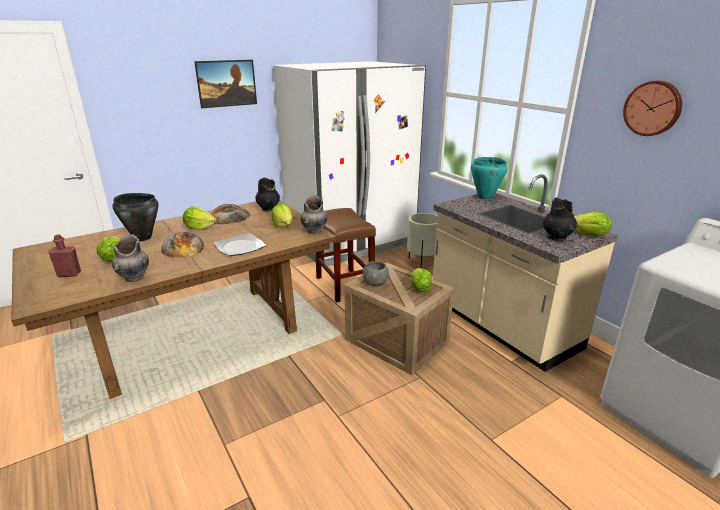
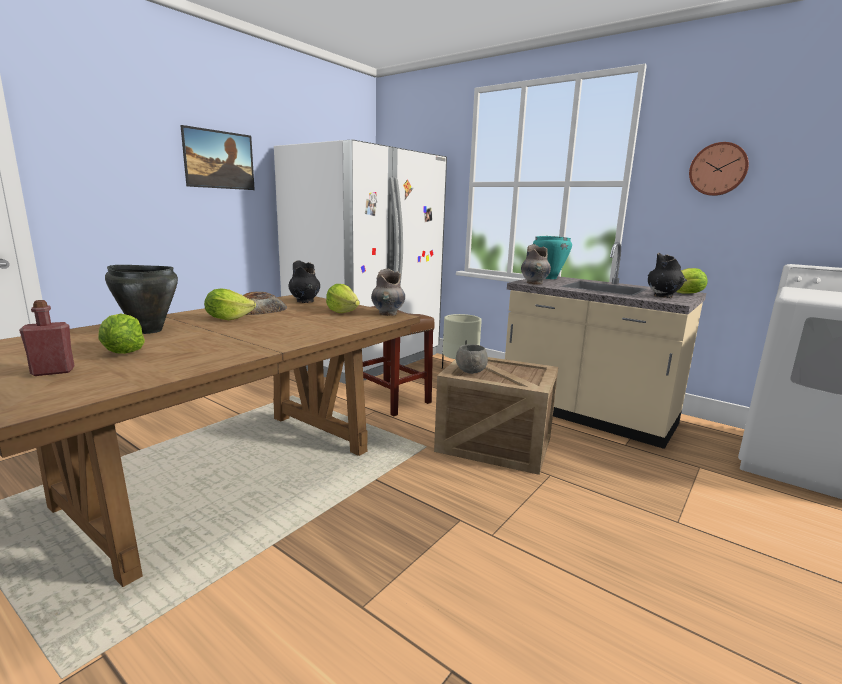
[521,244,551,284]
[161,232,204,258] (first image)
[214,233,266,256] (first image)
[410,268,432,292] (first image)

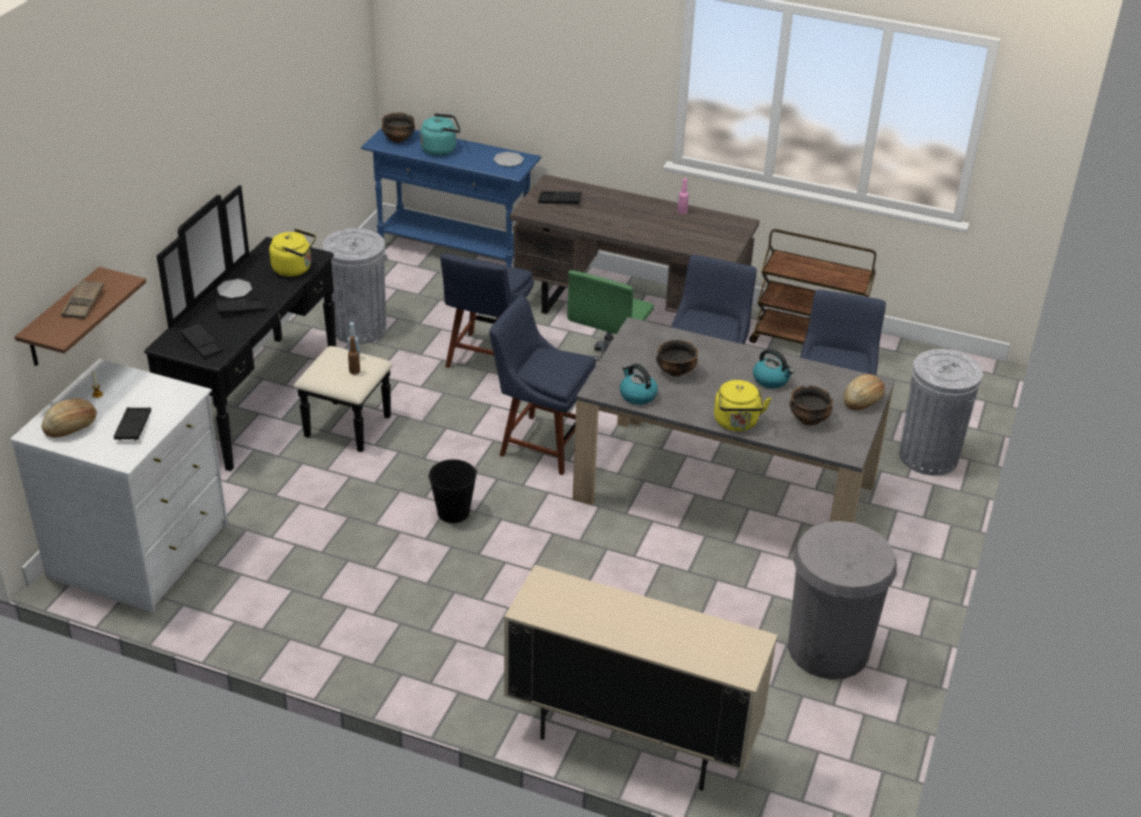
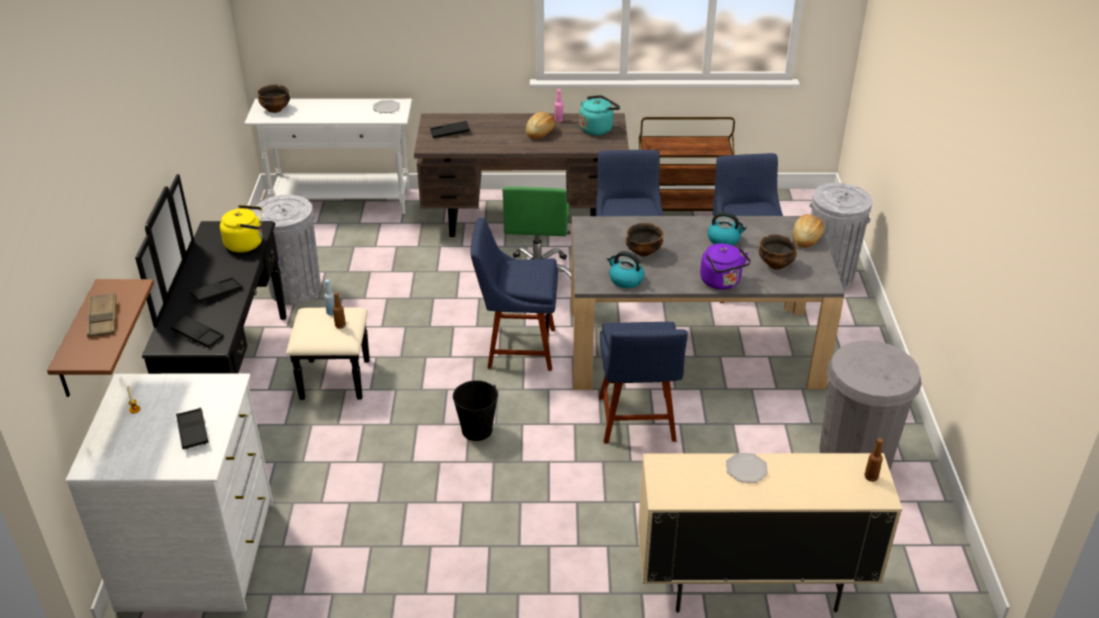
[526,112,555,139]
[726,453,768,483]
[244,99,412,214]
[579,95,620,135]
[599,322,688,444]
[700,244,751,290]
[864,438,883,482]

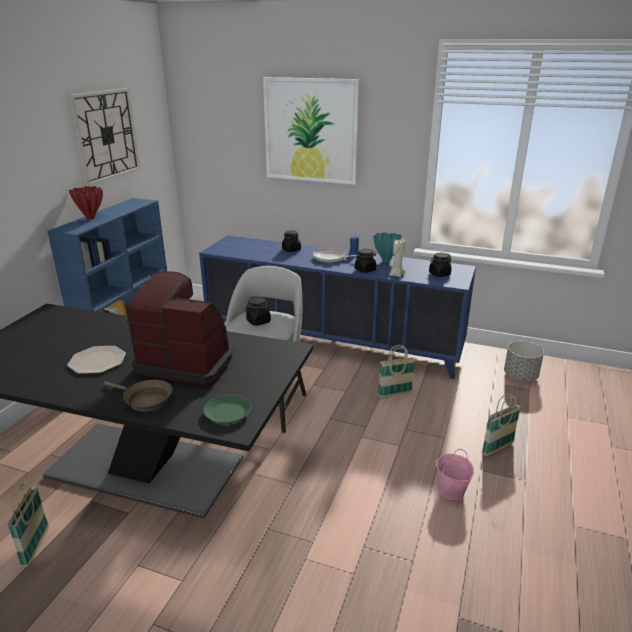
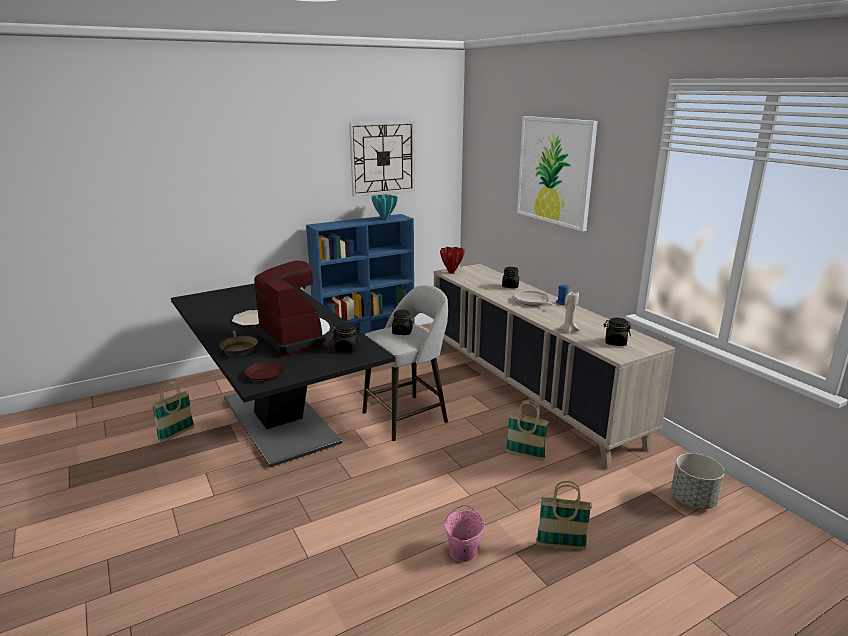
[440,247,465,274]
[433,264,675,469]
[245,362,285,381]
[333,323,360,352]
[372,194,398,220]

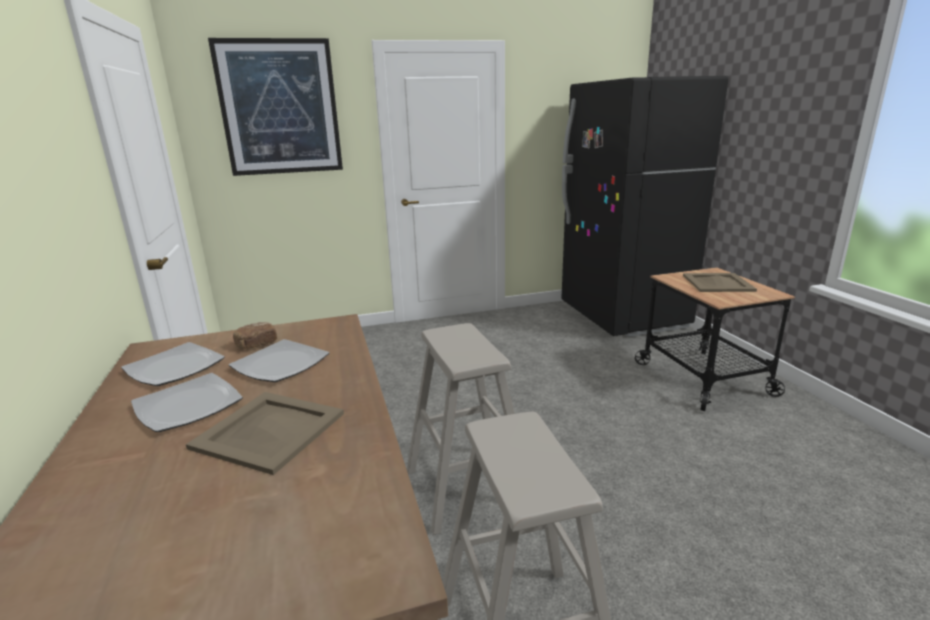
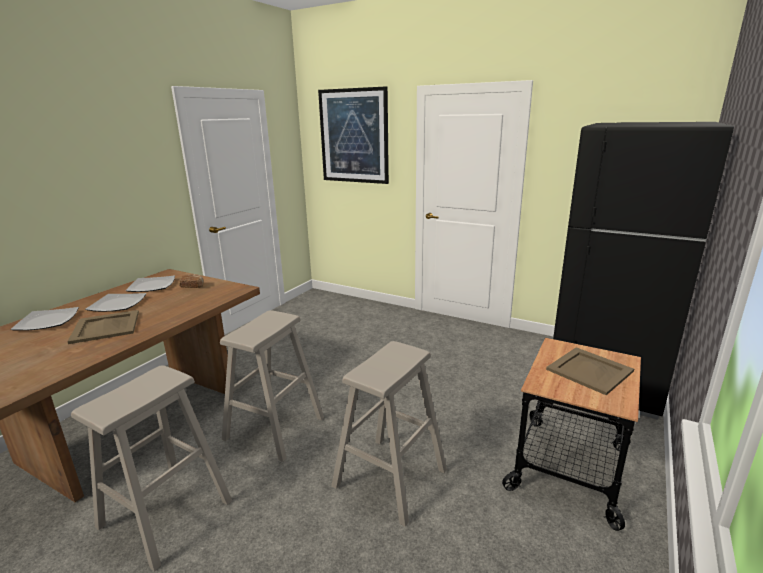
[11,307,79,331]
[331,341,447,527]

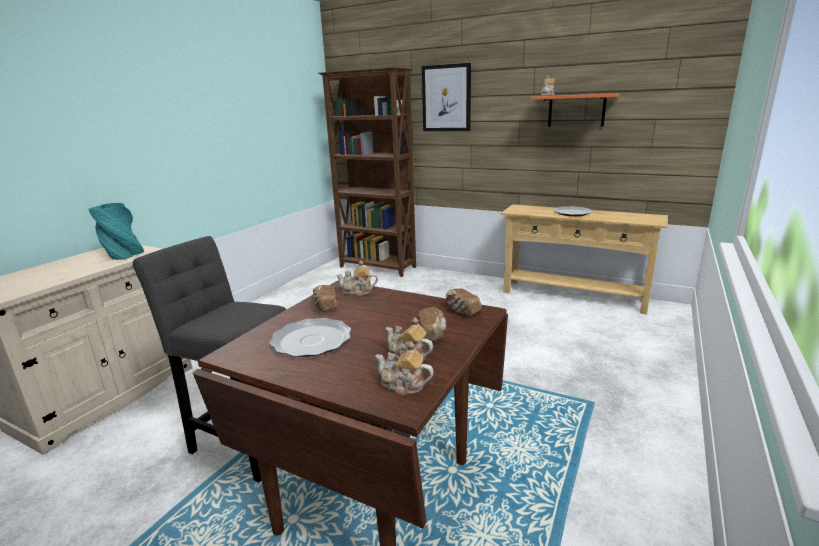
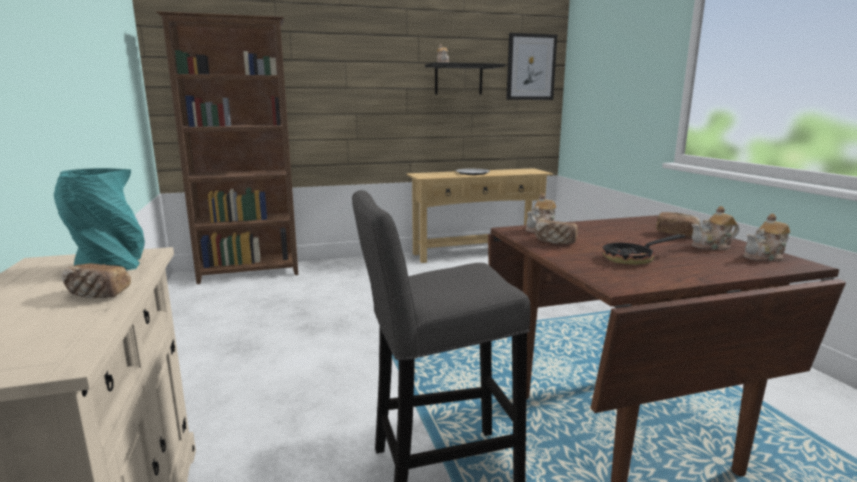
[603,232,686,265]
[506,33,557,100]
[62,263,131,298]
[425,62,505,95]

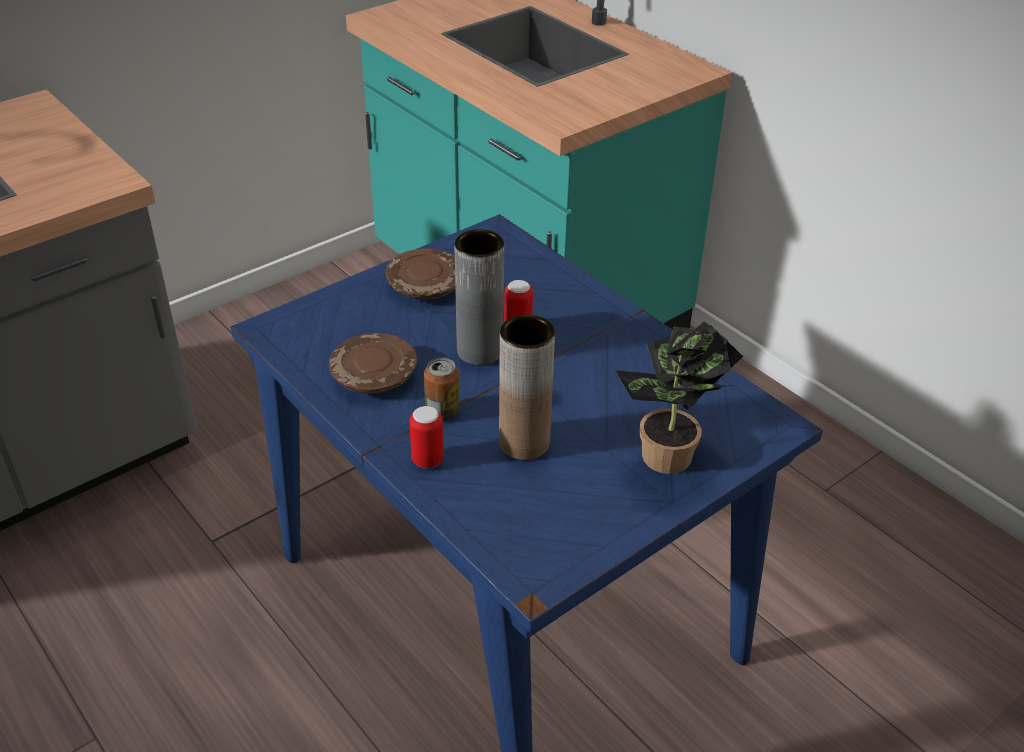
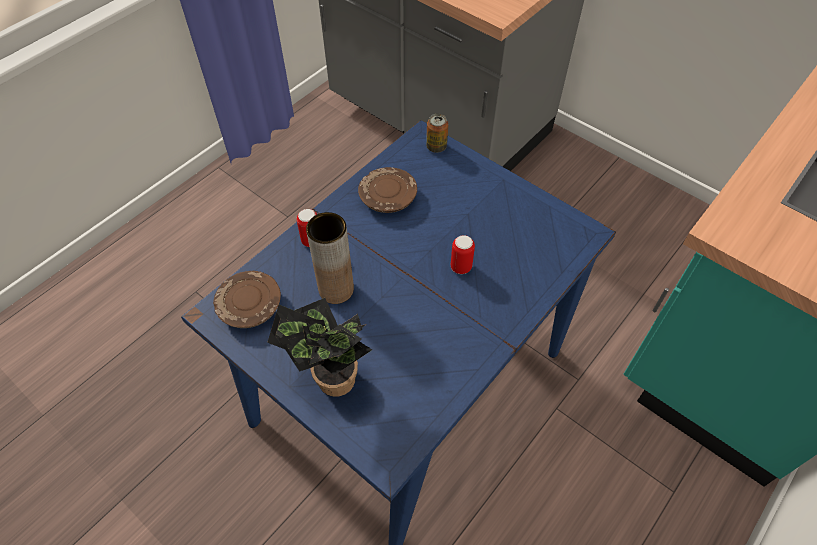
[213,271,281,328]
[426,114,448,153]
[454,229,504,365] (first image)

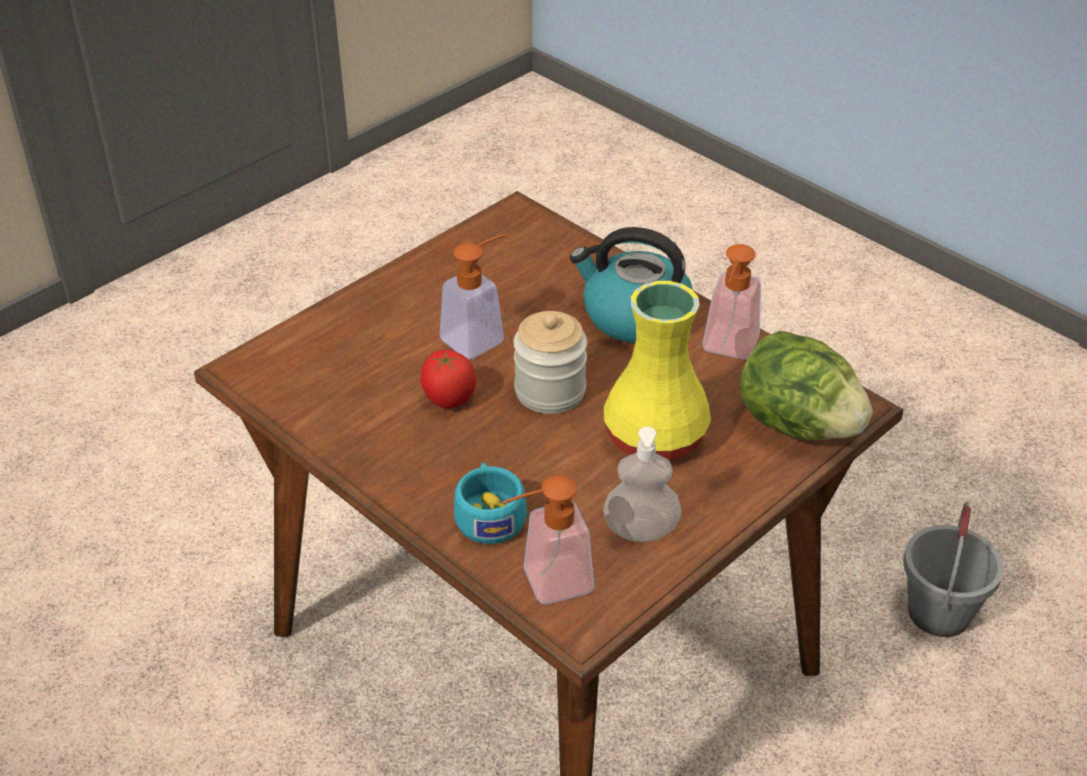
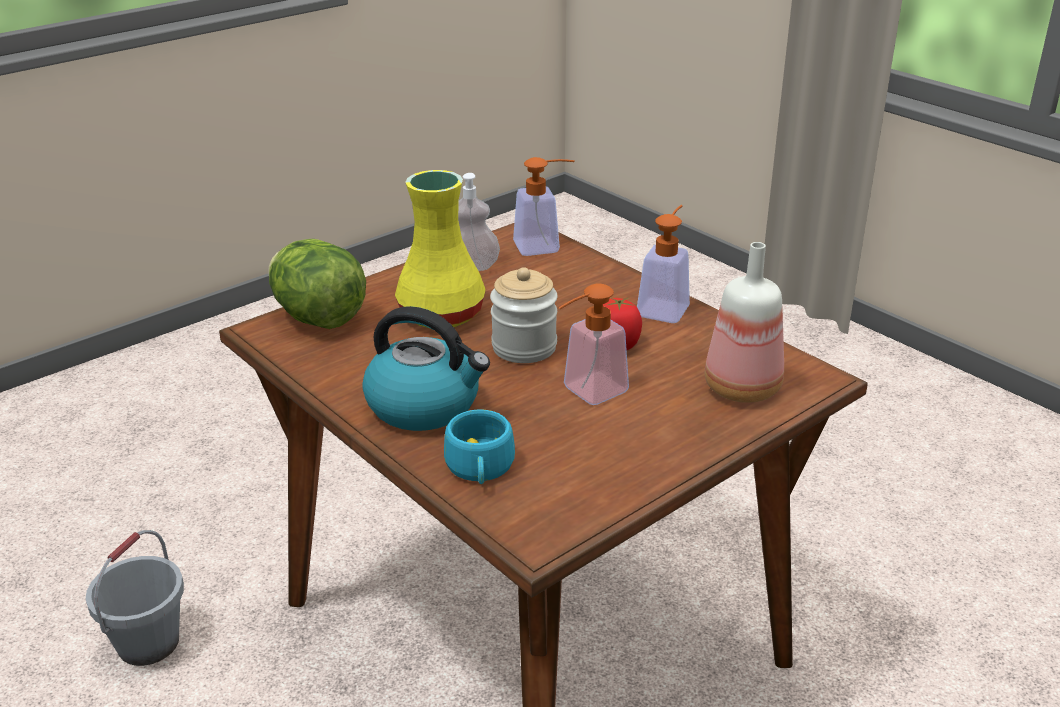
[444,409,515,484]
[637,205,690,323]
[705,242,784,403]

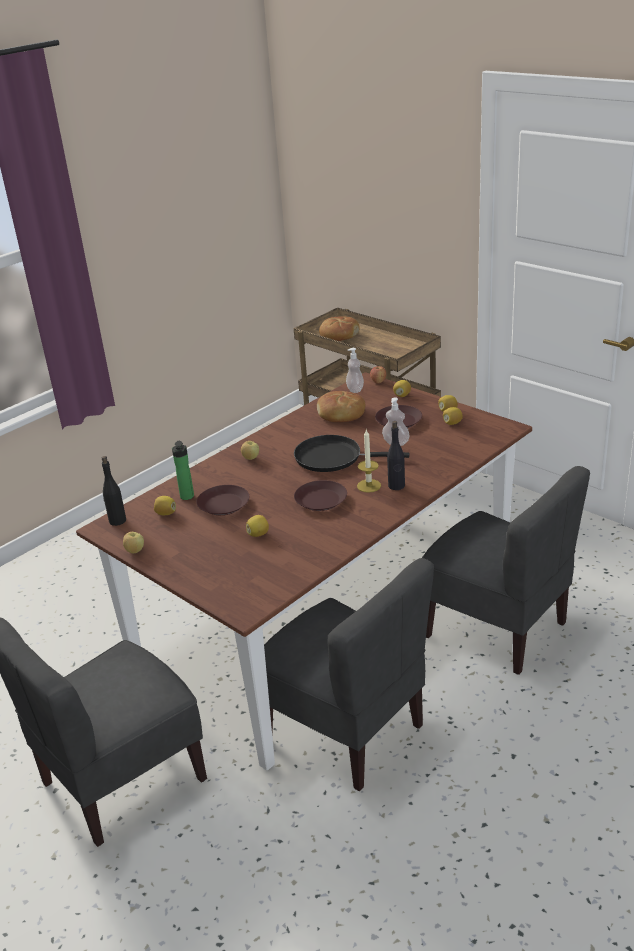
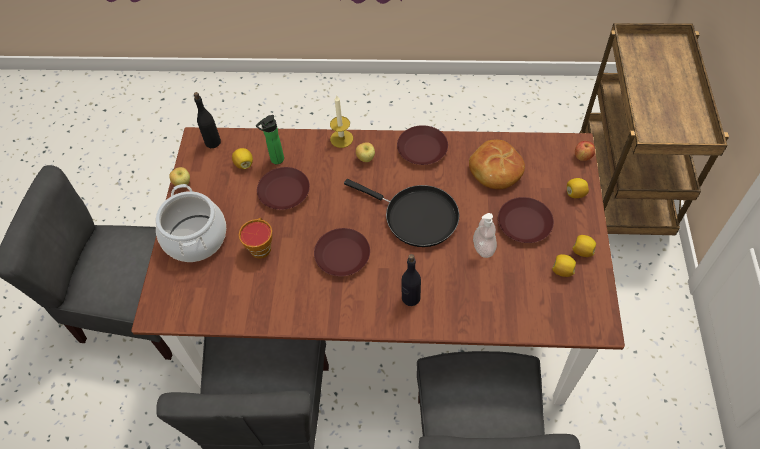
[239,218,272,259]
[344,179,459,247]
[319,316,360,341] (first image)
[346,348,364,393] (first image)
[330,96,353,148]
[156,184,226,262]
[397,125,448,165]

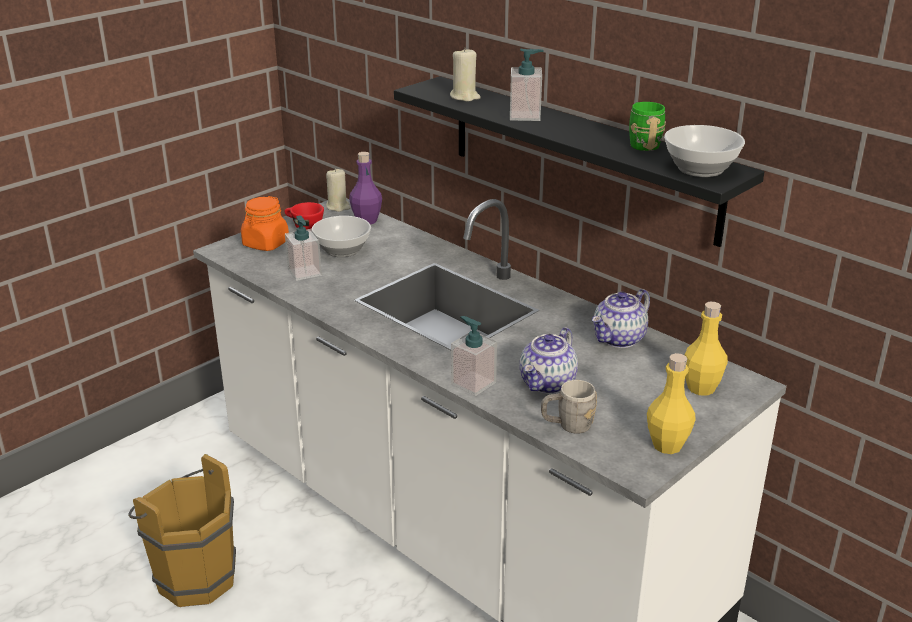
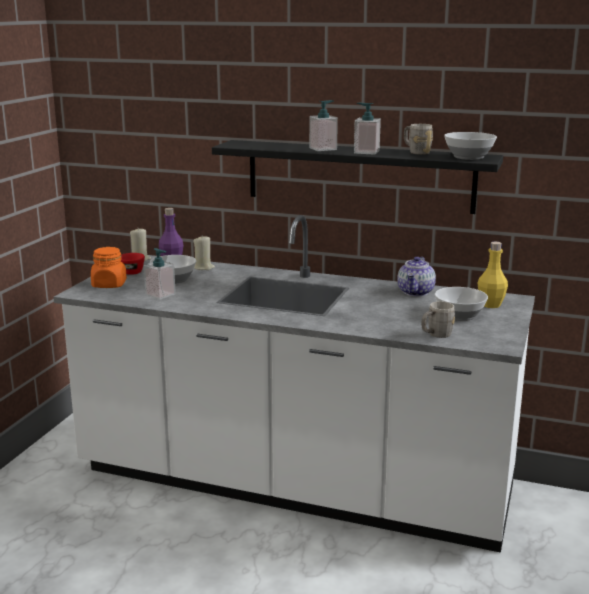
[128,454,236,607] (first image)
[193,236,215,270]
[354,103,381,155]
[520,327,578,394] (first image)
[404,124,433,155]
[647,353,696,454] (first image)
[435,287,488,321]

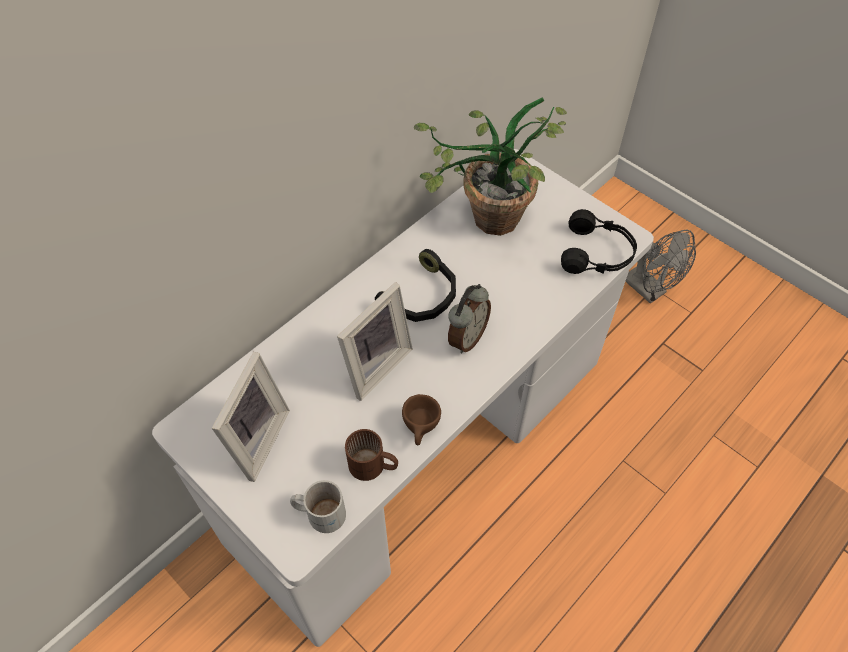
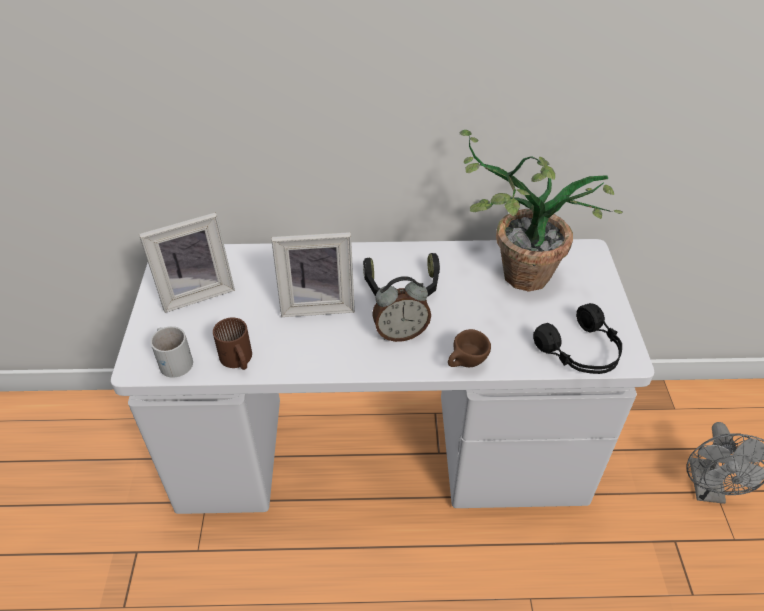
[448,329,491,367]

